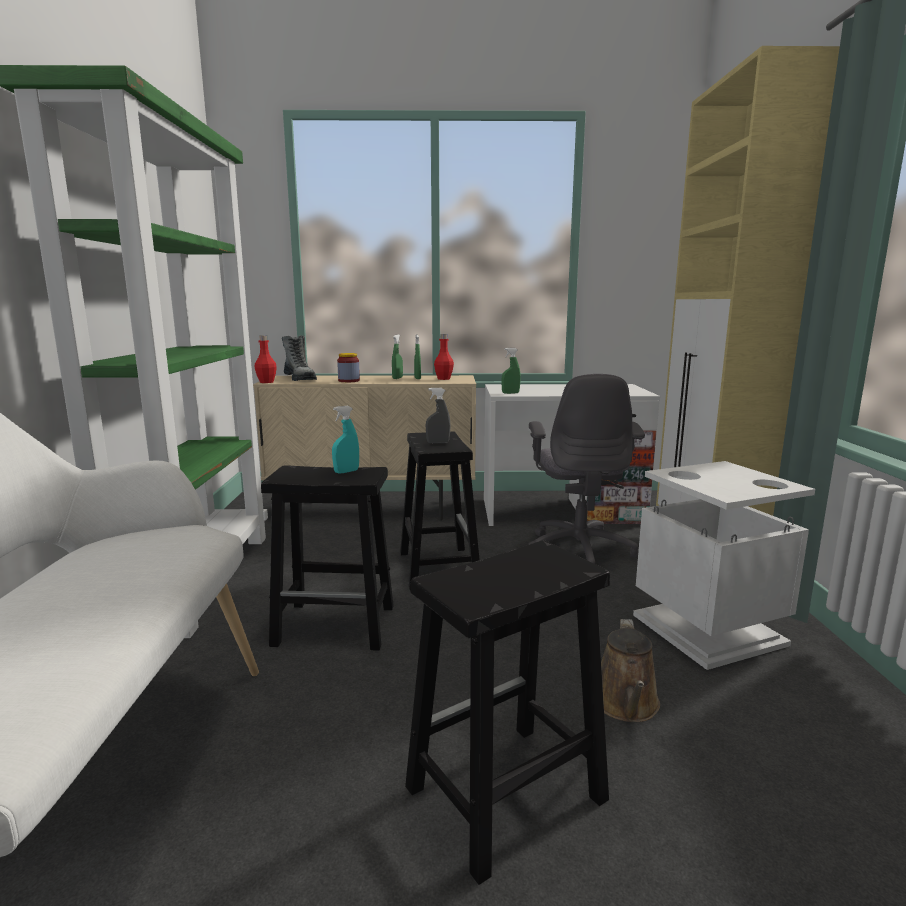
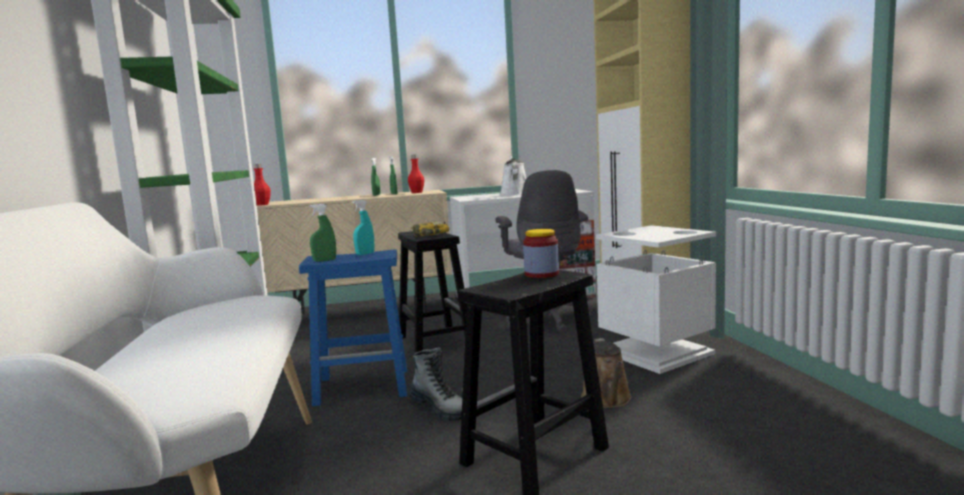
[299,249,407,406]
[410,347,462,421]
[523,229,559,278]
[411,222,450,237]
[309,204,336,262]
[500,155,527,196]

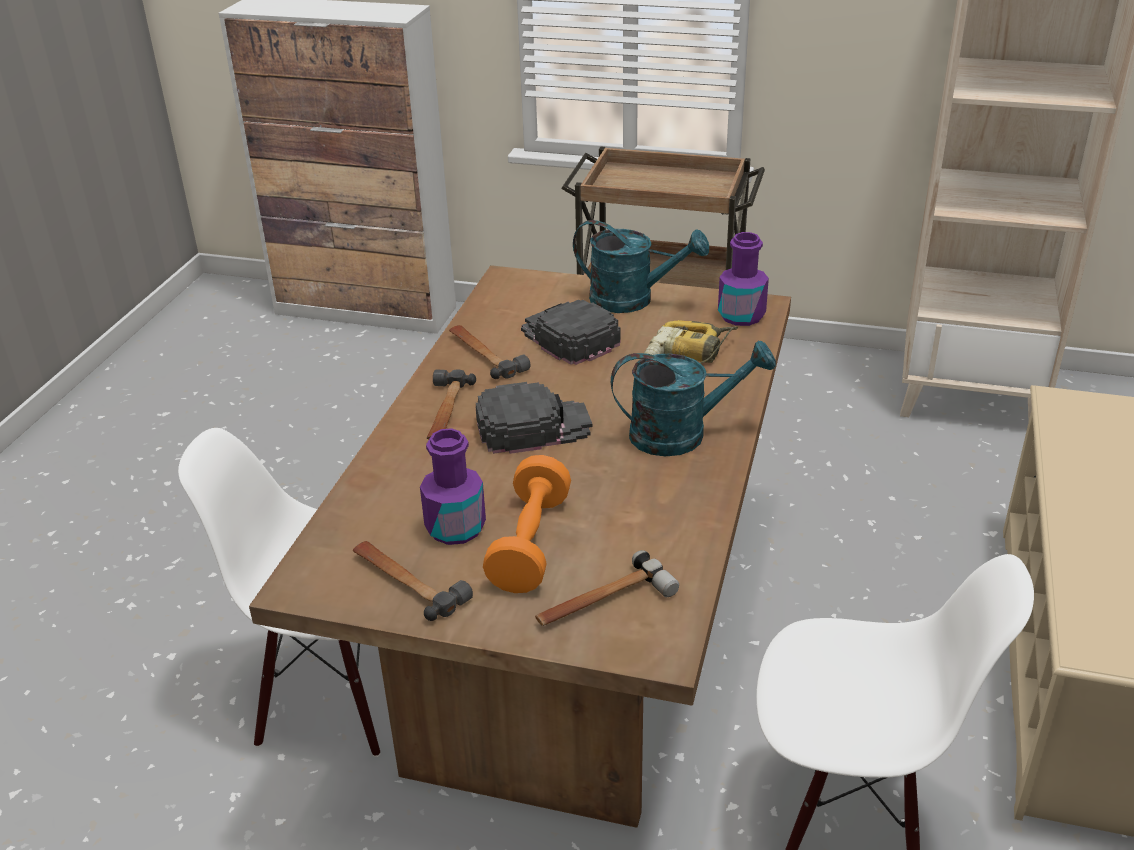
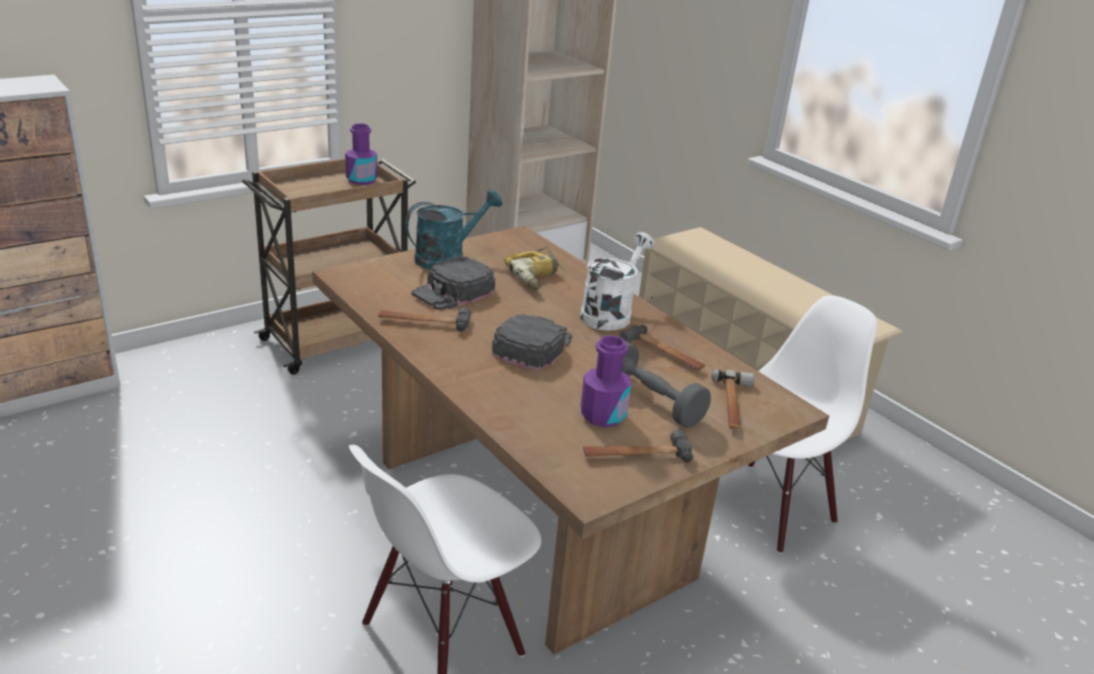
[619,325,706,370]
[622,341,711,428]
[411,256,495,310]
[580,232,654,331]
[345,123,378,185]

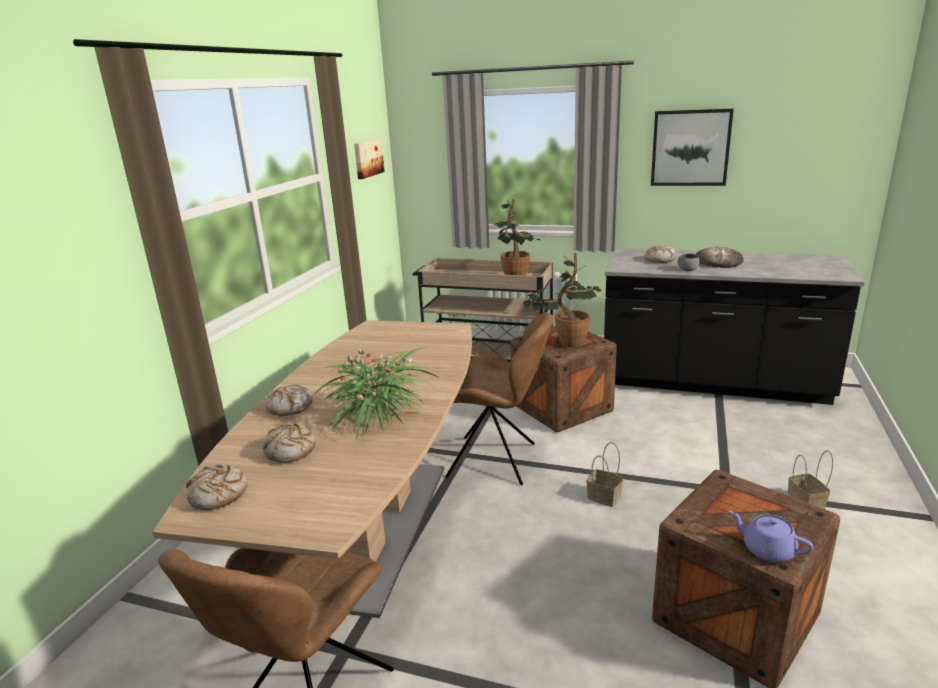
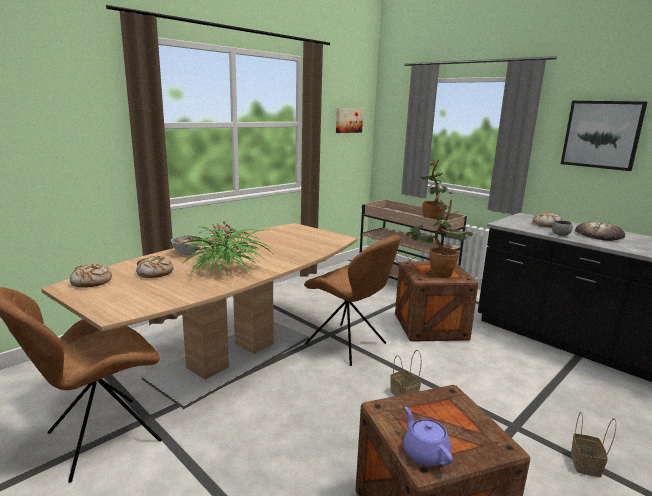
[171,235,202,255]

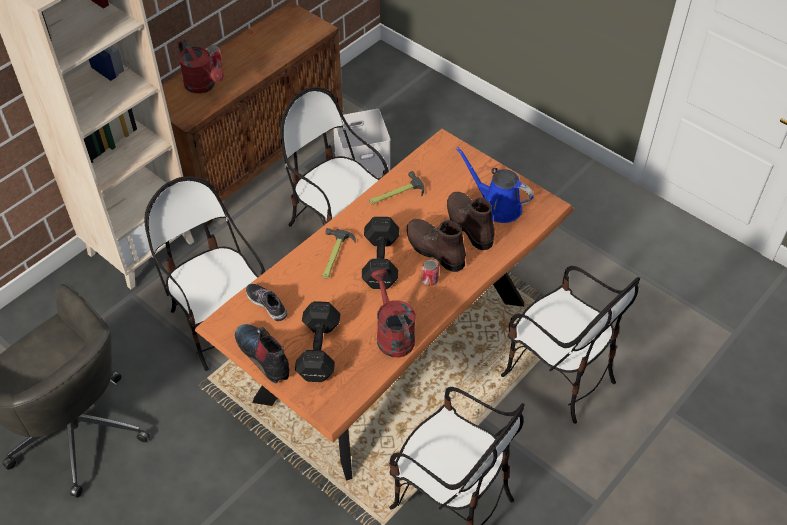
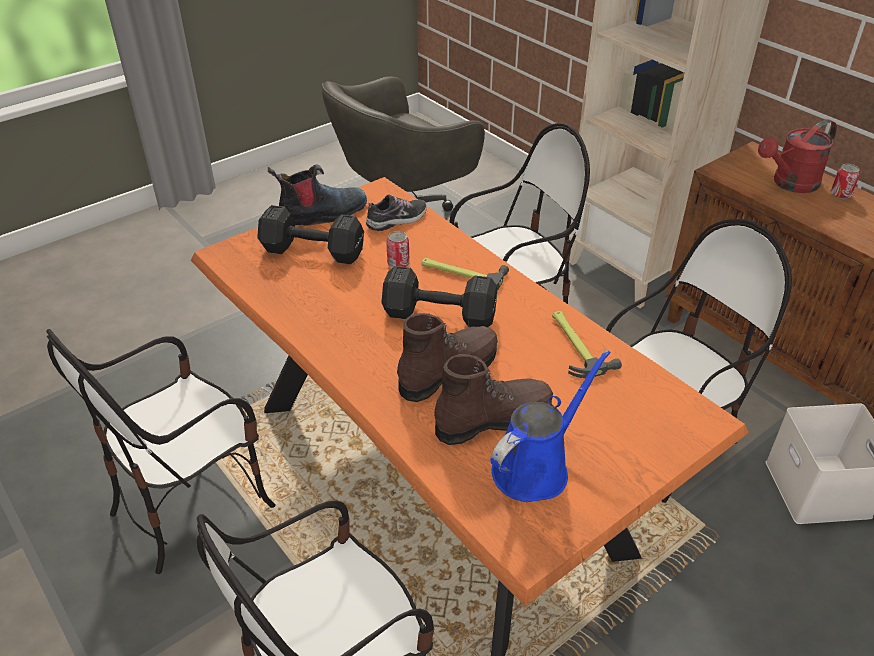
[371,269,415,357] (first image)
[386,231,410,268]

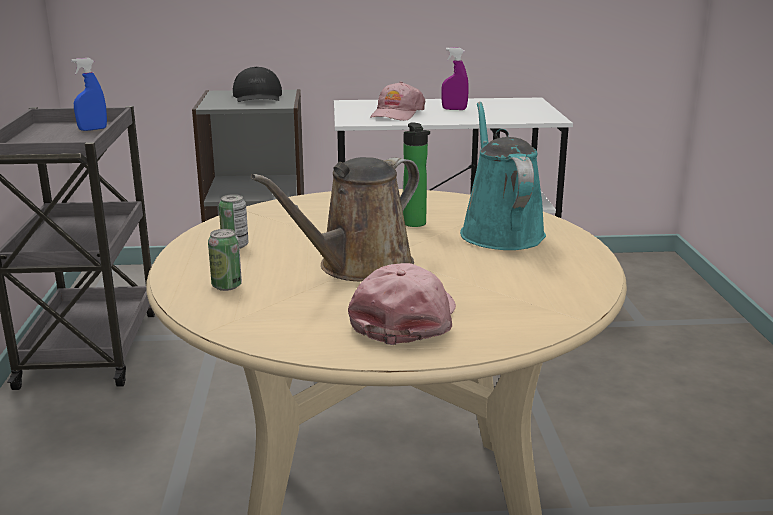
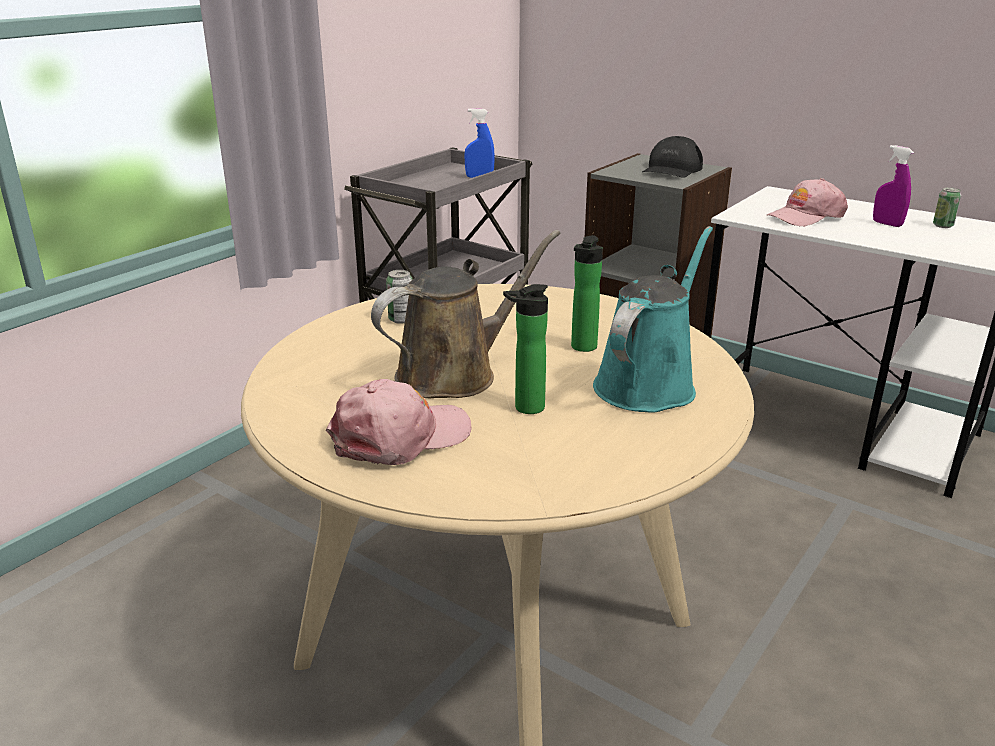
[933,187,961,228]
[371,230,560,398]
[503,284,548,414]

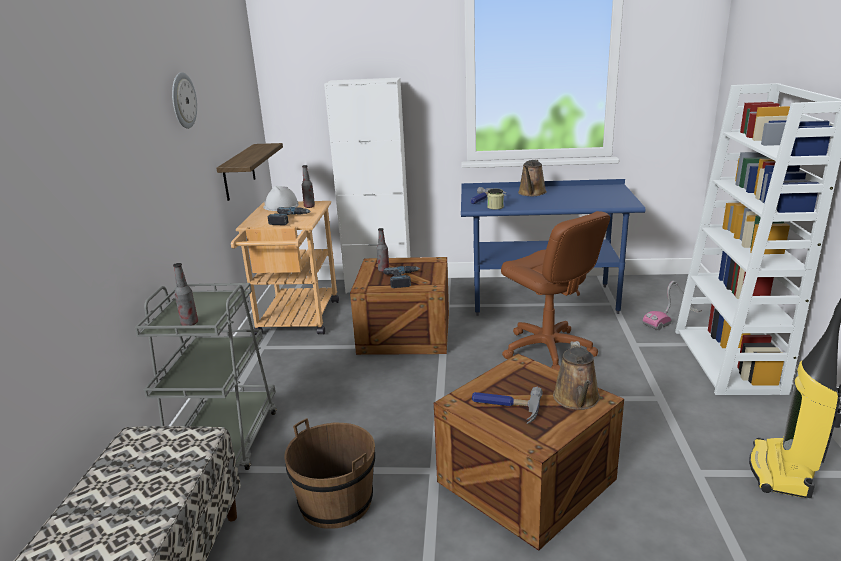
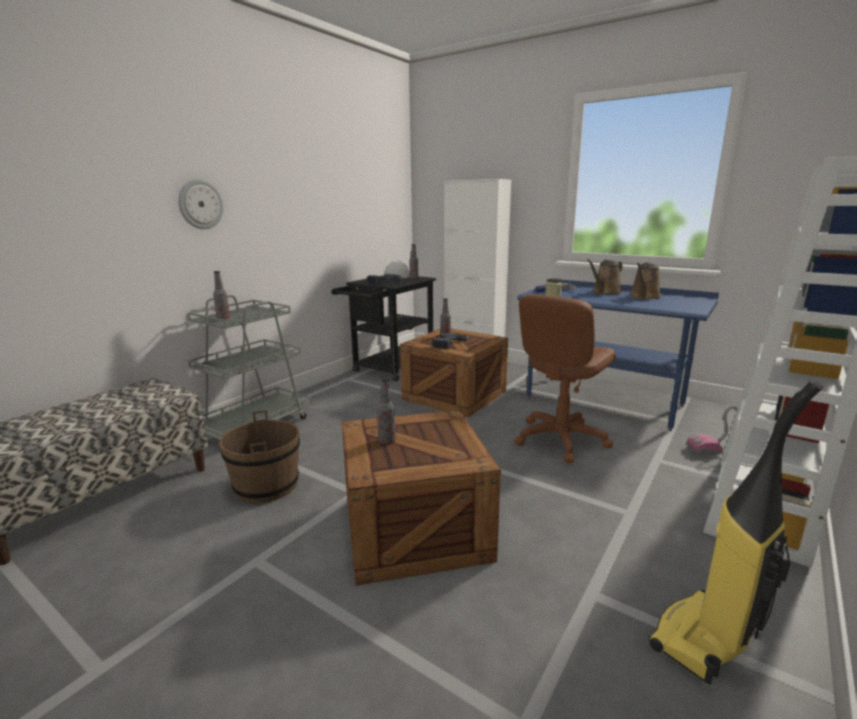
[178,179,224,229]
[217,143,283,201] (first image)
[331,275,436,382]
[377,377,396,444]
[514,294,616,463]
[629,262,661,300]

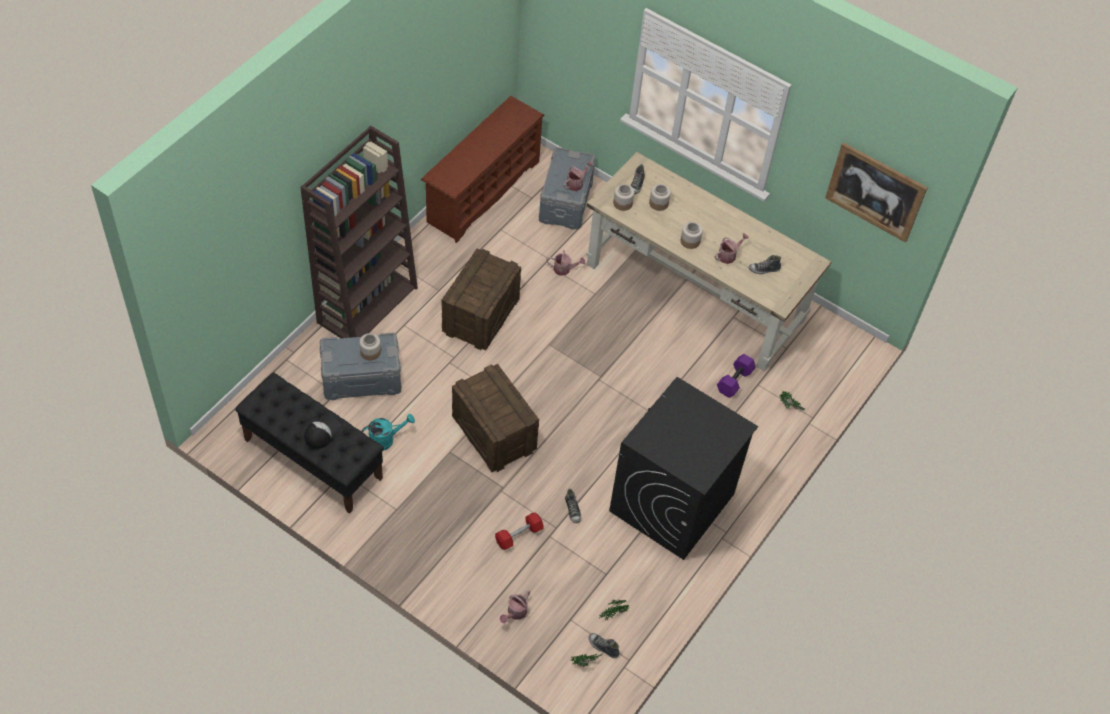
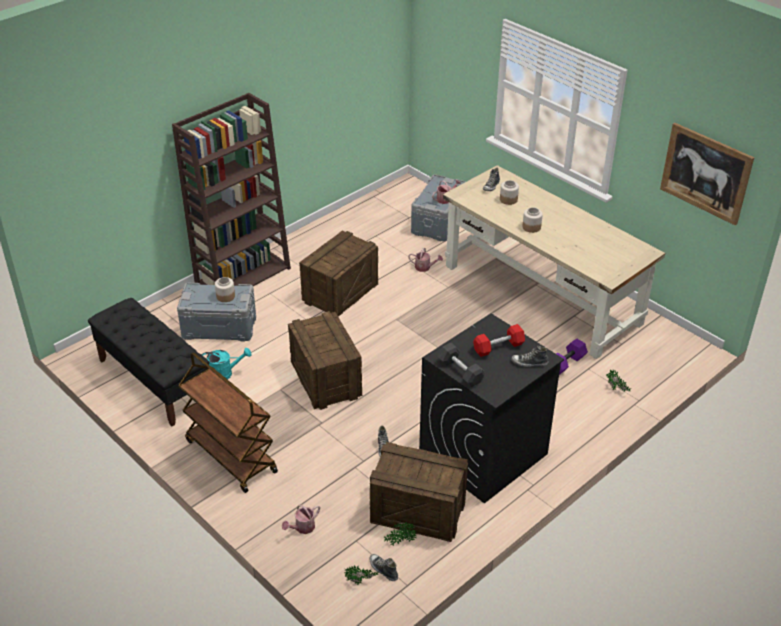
[304,415,341,449] (first image)
[421,96,545,243] (first image)
[473,324,525,357]
[613,184,634,211] (first image)
[714,233,749,264] (first image)
[511,345,549,367]
[178,352,278,493]
[370,442,468,542]
[438,343,485,387]

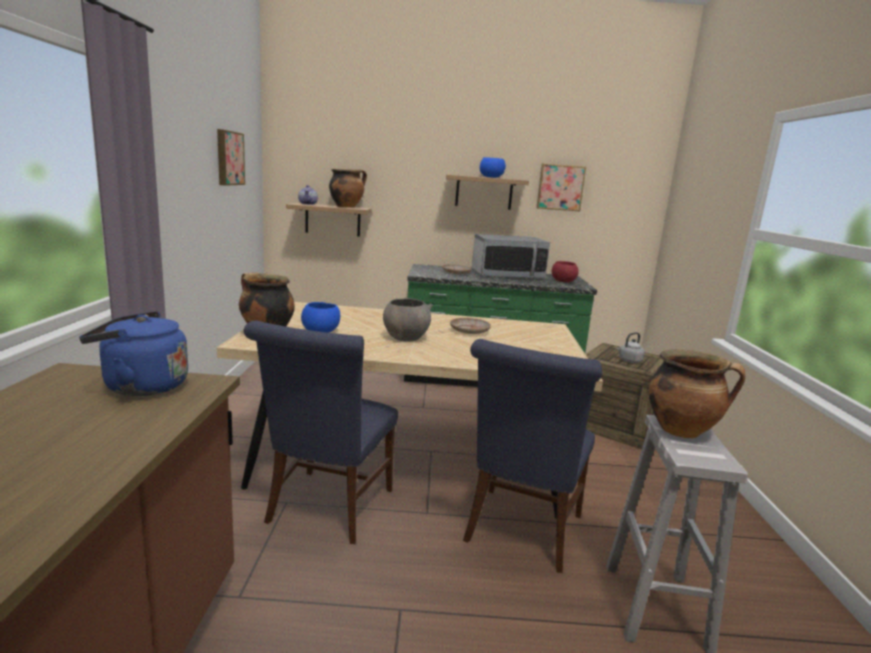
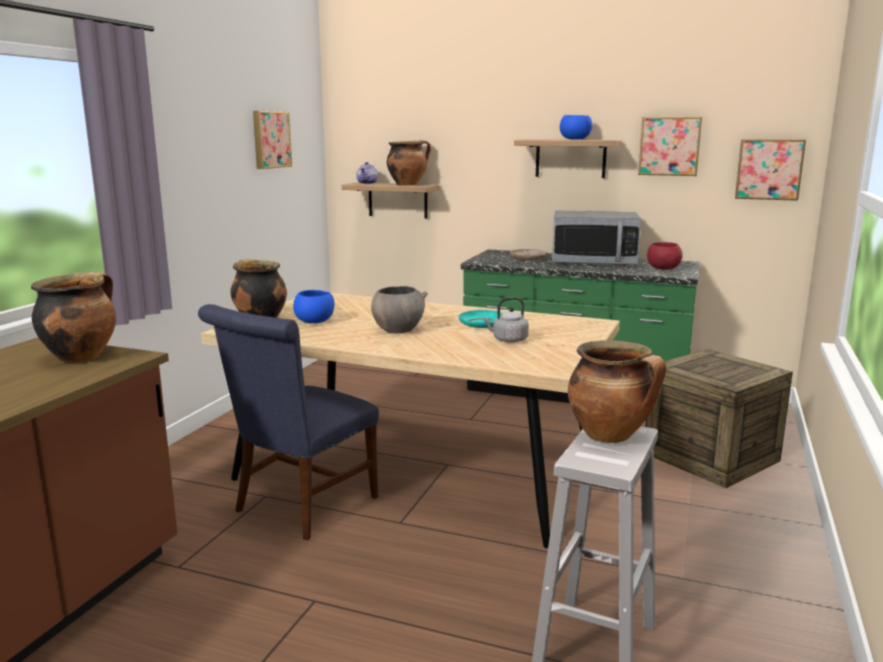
[31,272,116,363]
[459,310,502,328]
[463,339,602,573] (first image)
[483,297,529,343]
[735,139,806,201]

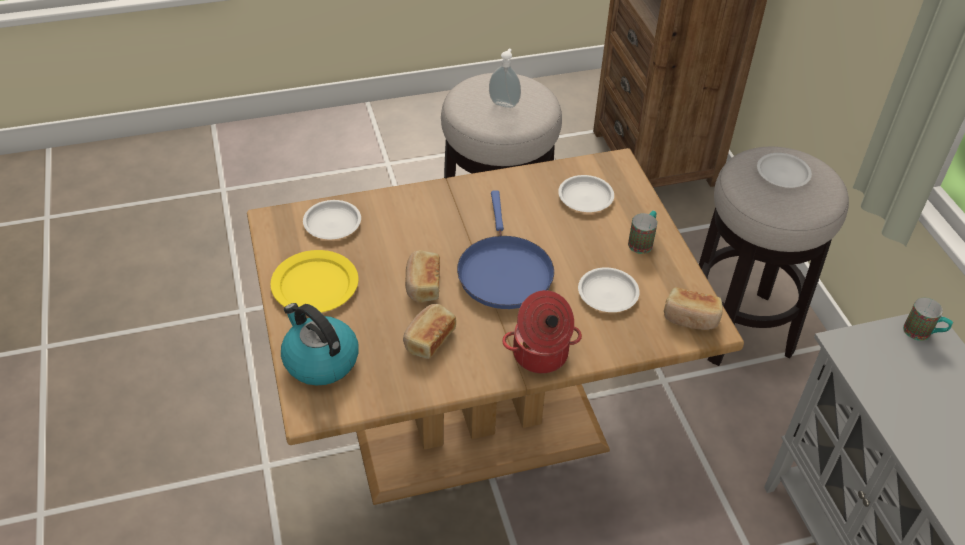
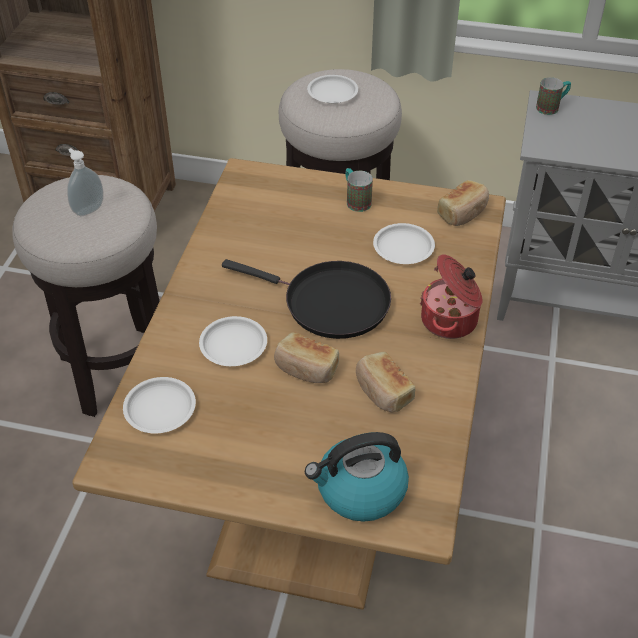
[270,250,359,313] (first image)
[222,259,391,339]
[199,316,267,366]

